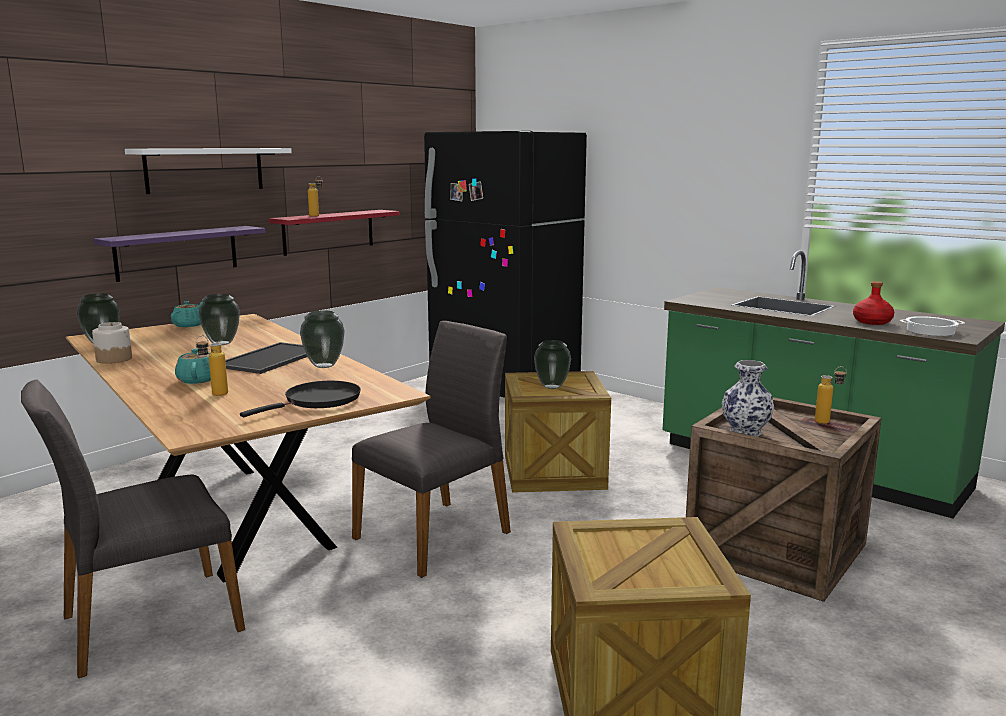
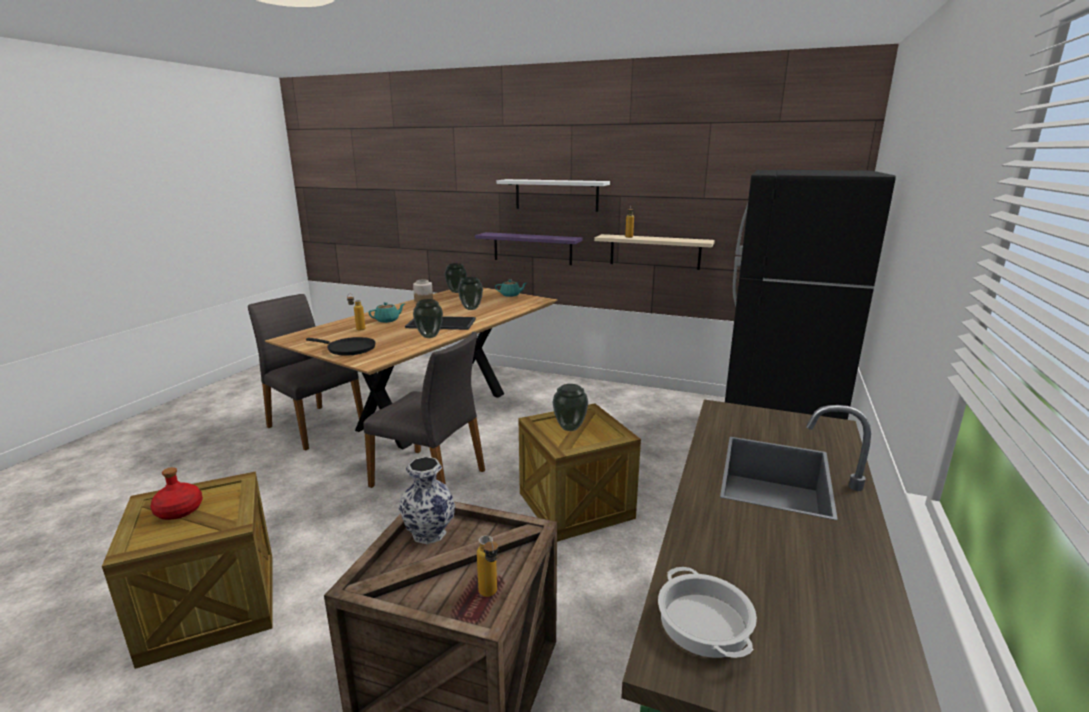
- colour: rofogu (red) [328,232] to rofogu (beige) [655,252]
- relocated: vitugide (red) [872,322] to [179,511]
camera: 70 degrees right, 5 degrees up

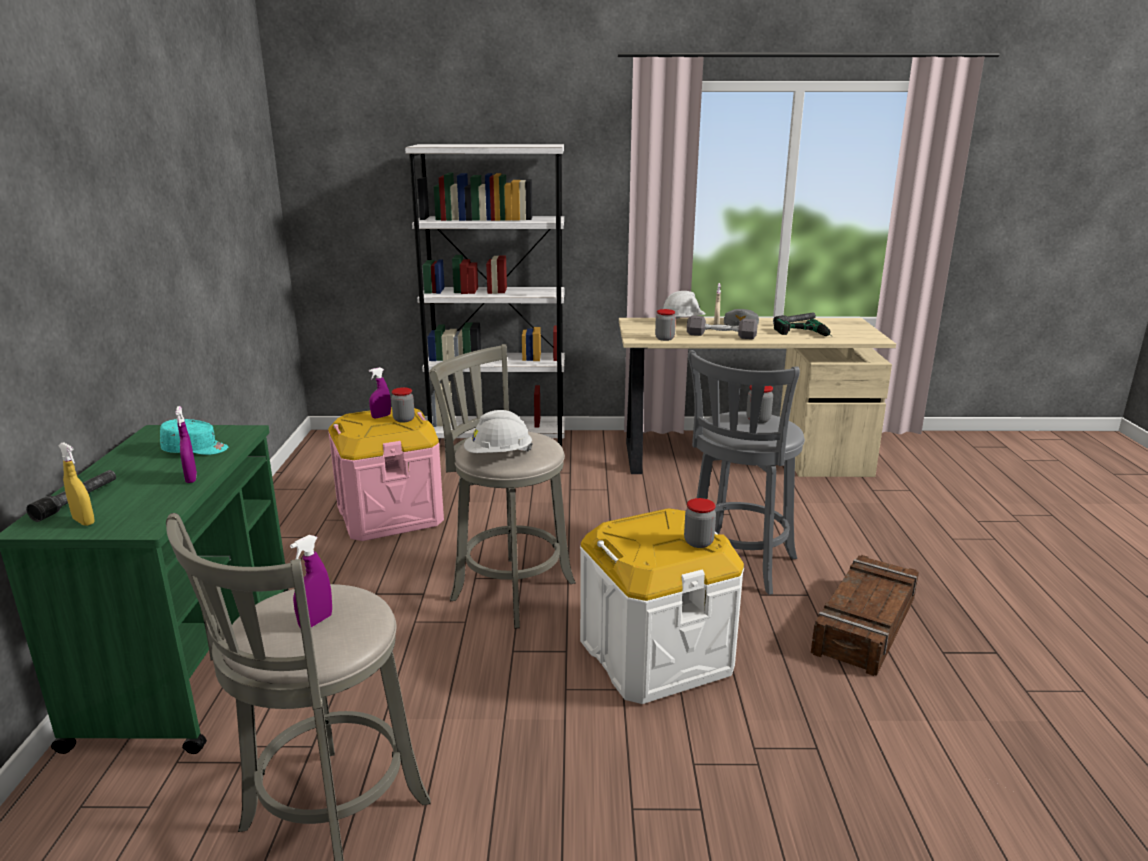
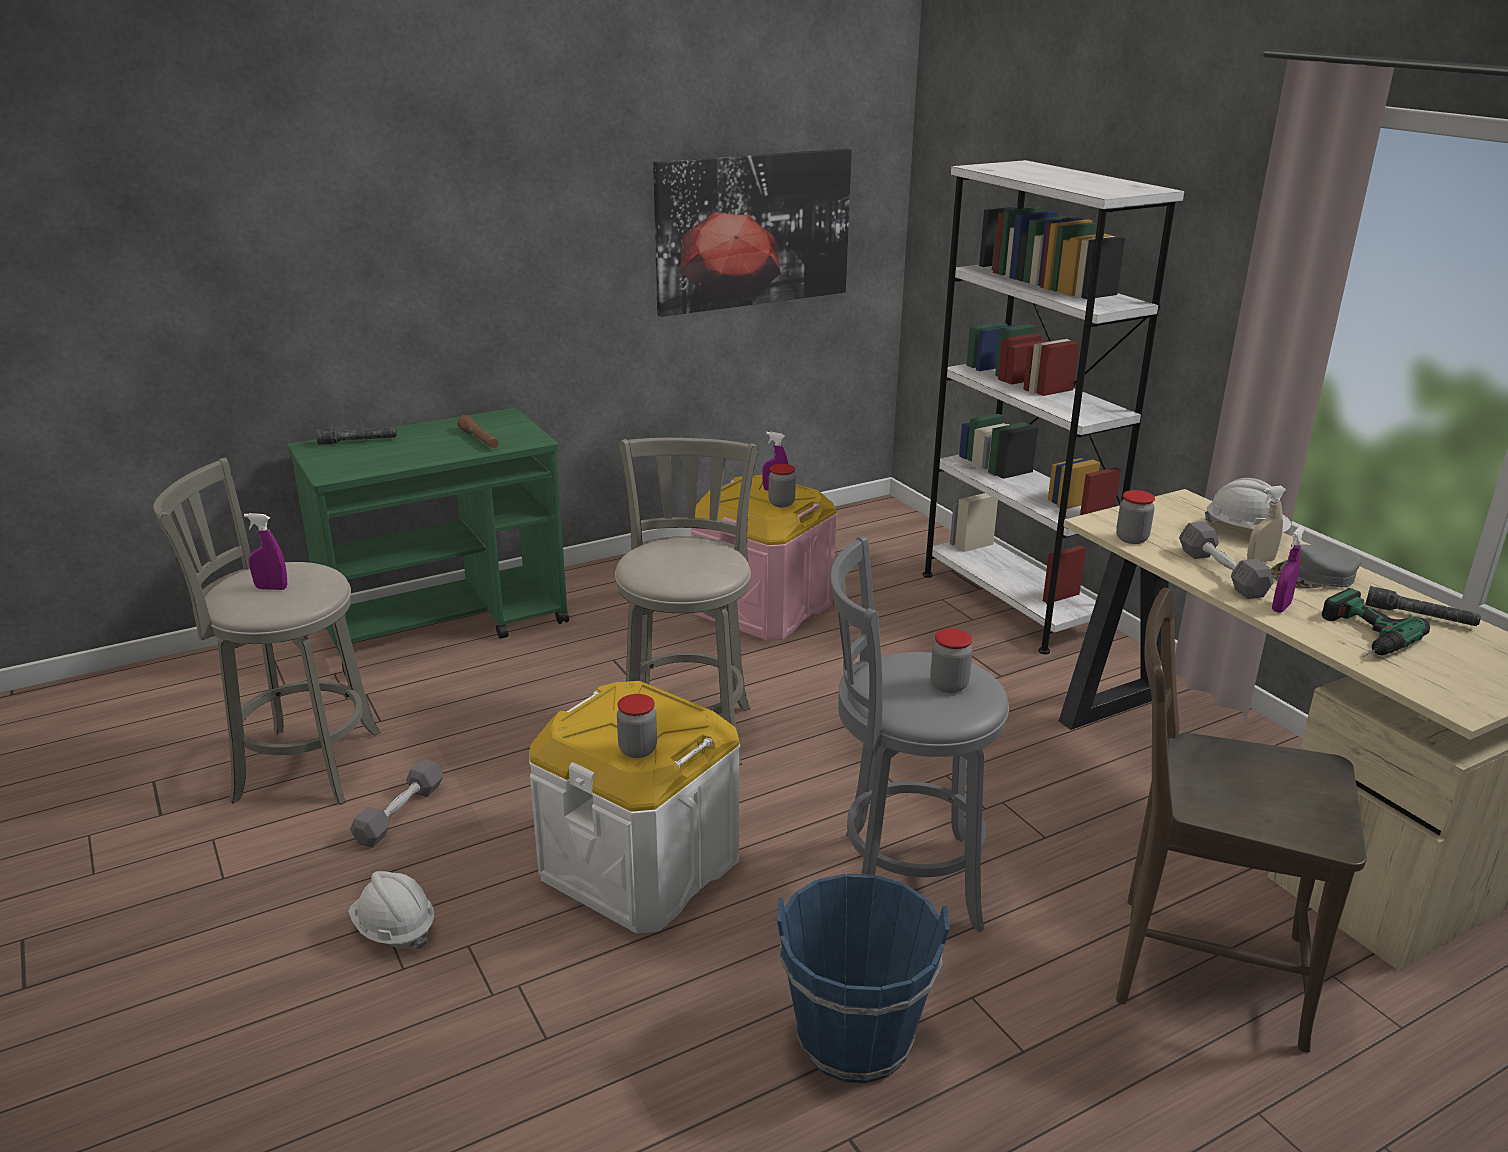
- missing: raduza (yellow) [84,521]
- exchanged: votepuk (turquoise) [195,450] to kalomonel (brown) [479,439]
- relocated: raduza (purple) [191,478] to [1281,607]
- relocated: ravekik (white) [498,455] to [394,929]
- exchanged: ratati [866,625] to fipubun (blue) [854,1039]
- appeared: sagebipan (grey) [400,813]
- appeared: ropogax [753,230]
- appeared: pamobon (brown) [1197,966]
camera: 60 degrees right, 5 degrees up

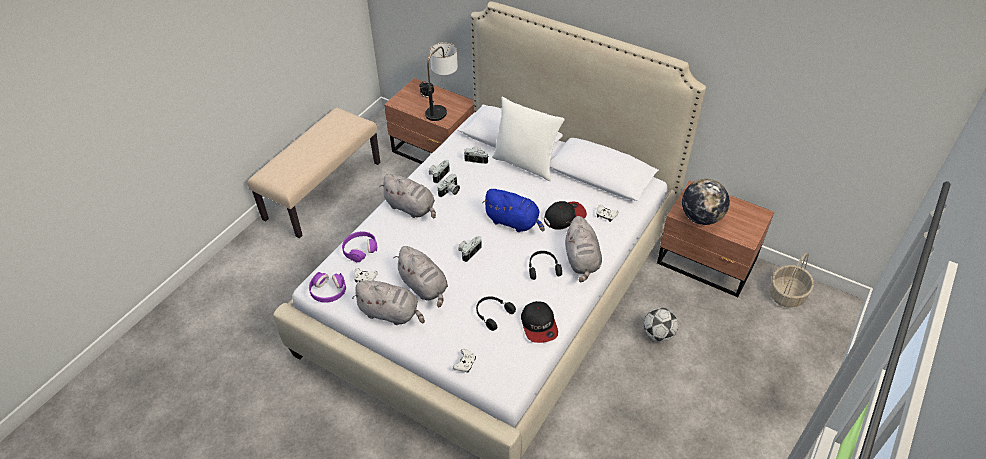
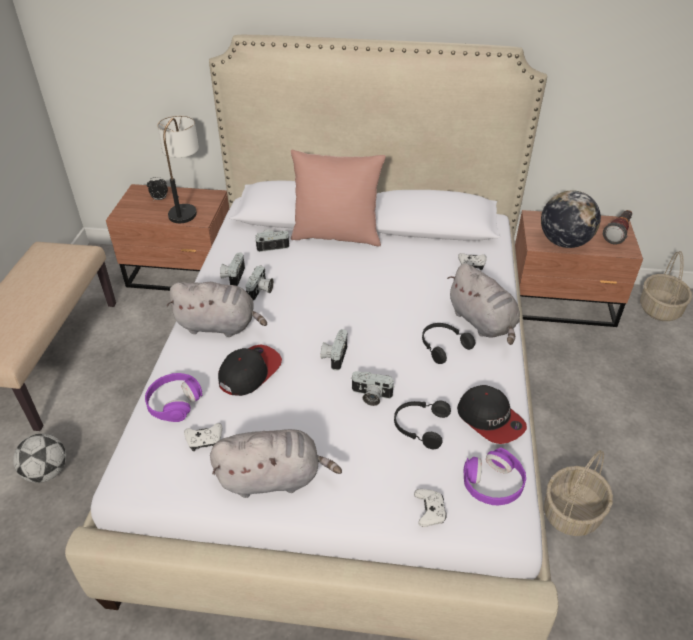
- relocated: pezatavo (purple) [328,291] to [493,483]
- missing: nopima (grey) [424,287]
- missing: nopima (blue) [514,222]
- colour: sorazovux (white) [525,164] to sorazovux (pink) [336,236]
- relocated: votepuk [564,216] to [249,372]
- relocated: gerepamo [658,334] to [47,472]
- appeared: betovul [370,396]
- appeared: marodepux [572,513]
- appeared: kalomonel [618,233]
camera: 25 degrees left, 5 degrees down

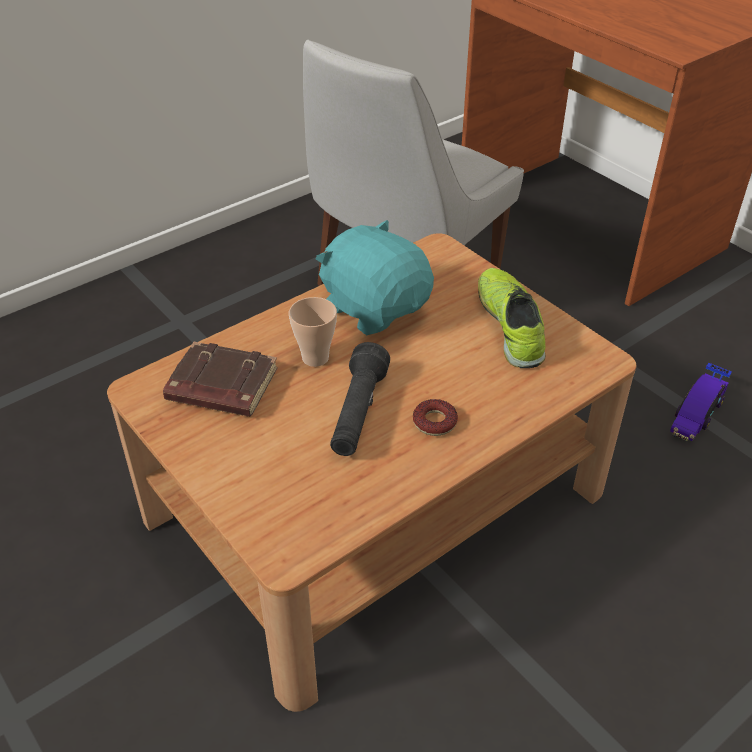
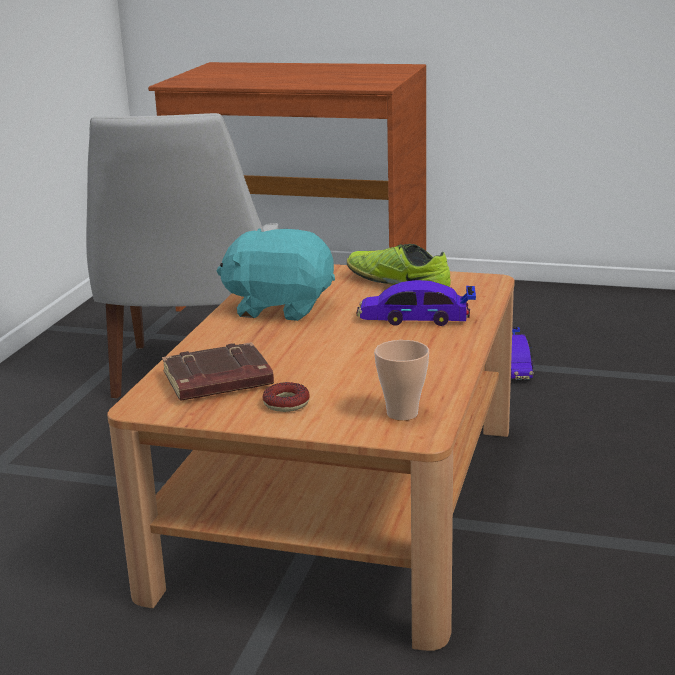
- relocated: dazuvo [315,358] to [402,413]
- missing: kalomonel (black) [358,413]
- relocated: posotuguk [435,422] to [286,403]
- appeared: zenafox [415,318]
camera: 35 degrees left, 20 degrees down

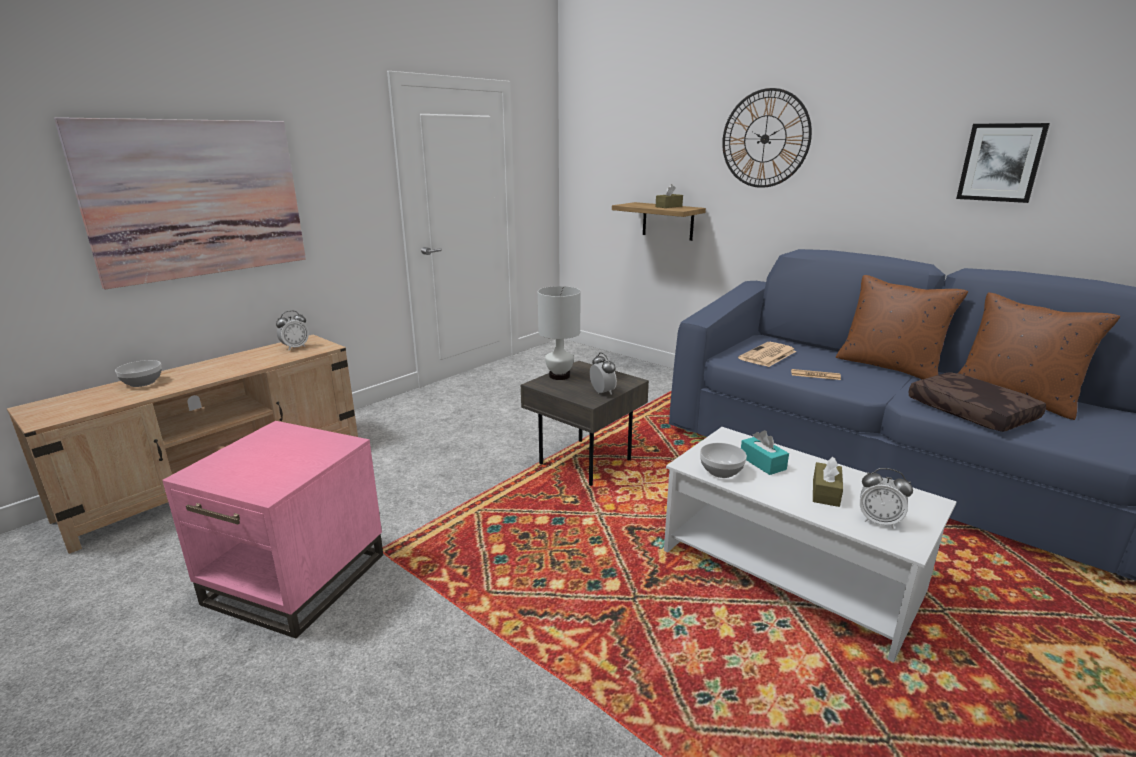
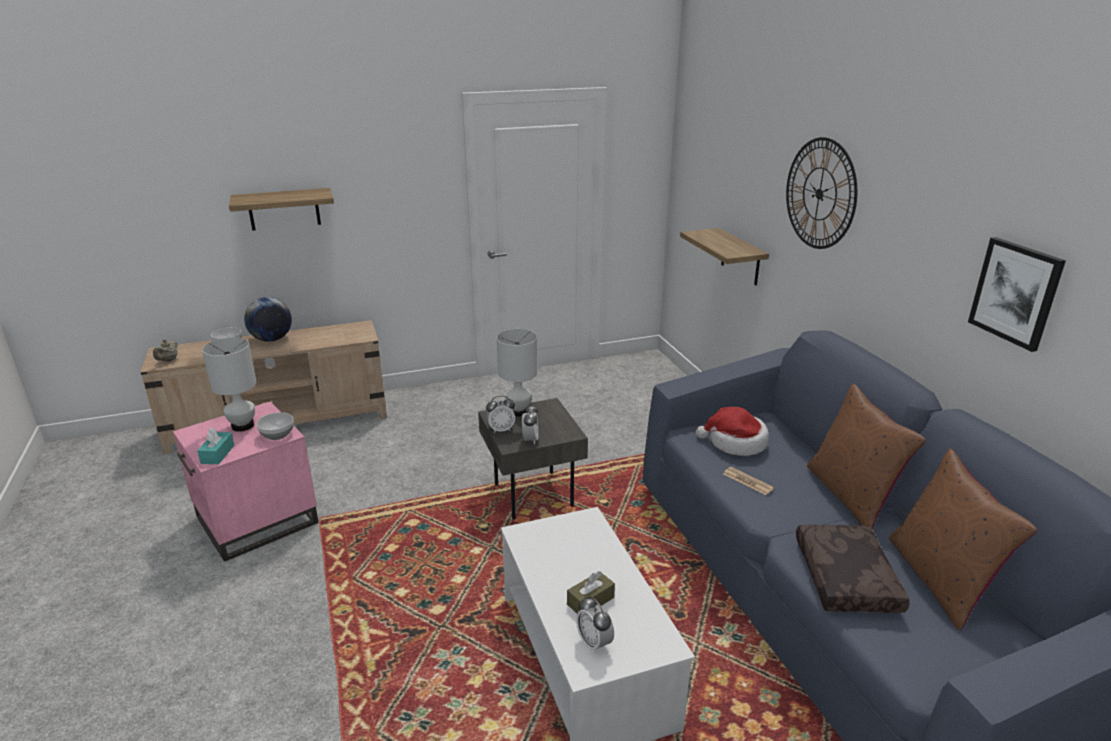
- exchanged: ropogax [197,199] to rofogu [284,209]
- relocated: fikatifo [295,347] to [501,429]
- missing: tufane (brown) [668,206]
- relocated: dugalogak [722,471] to [277,435]
- exchanged: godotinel [767,355] to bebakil [735,443]
- relocated: tufane (turquoise) [762,463] to [217,454]
- appeared: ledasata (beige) [168,360]
- appeared: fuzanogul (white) [242,426]
- appeared: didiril [272,339]
camera: 30 degrees right, 5 degrees up

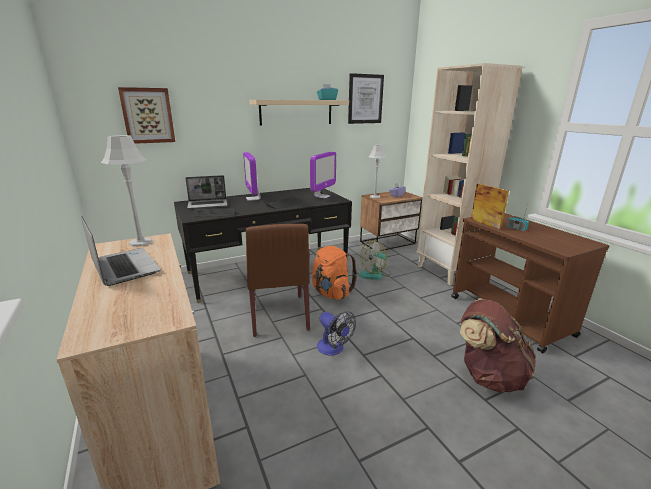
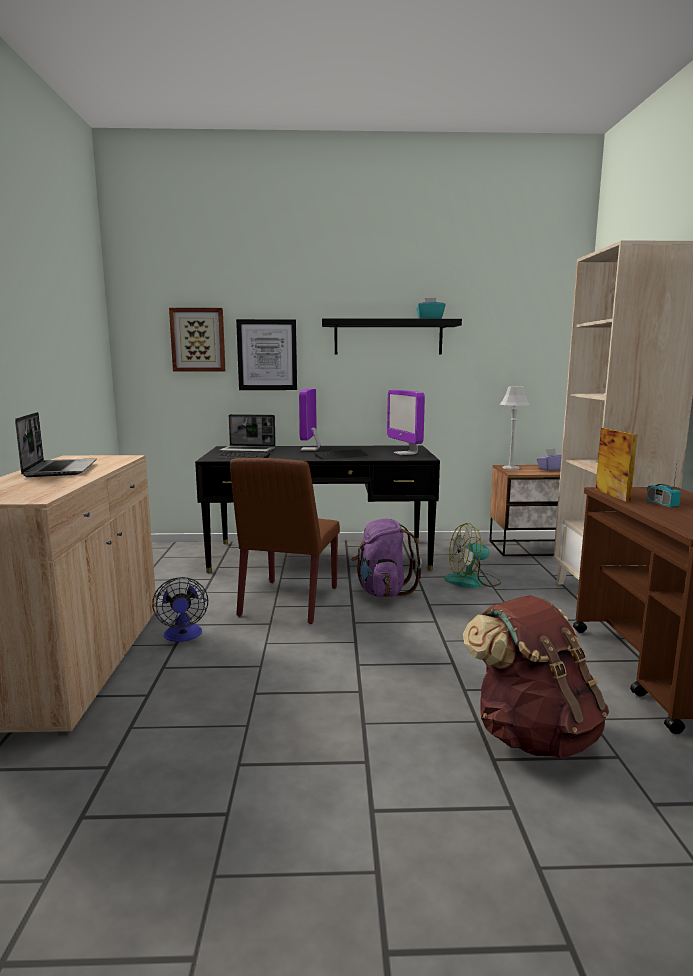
- missing: fuzanogul (grey) [140,242]
- colour: rofogu (beige) [296,112] to rofogu (black) [388,337]
- spun: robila [322,196] = [405,453] 105 degrees clockwise
- colour: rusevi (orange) [331,293] to rusevi (purple) [382,591]
- relocated: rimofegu [333,349] to [183,636]
- relocated: ropogax [365,99] to [267,355]
camera: 25 degrees right, 10 degrees down

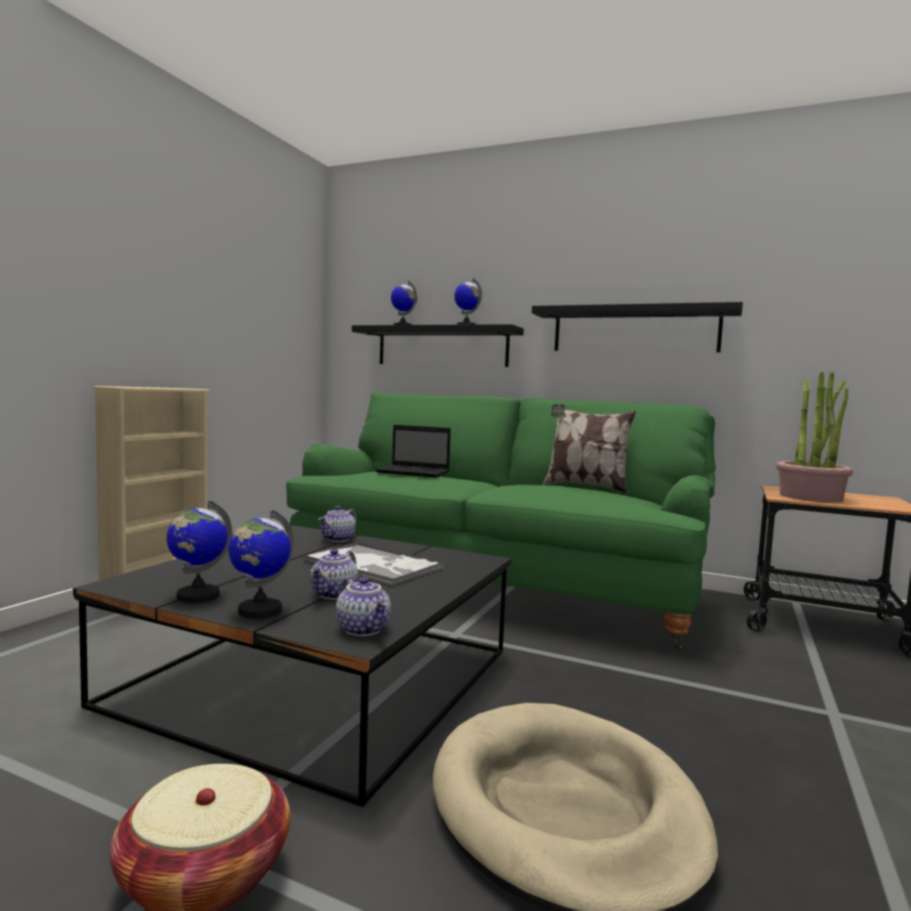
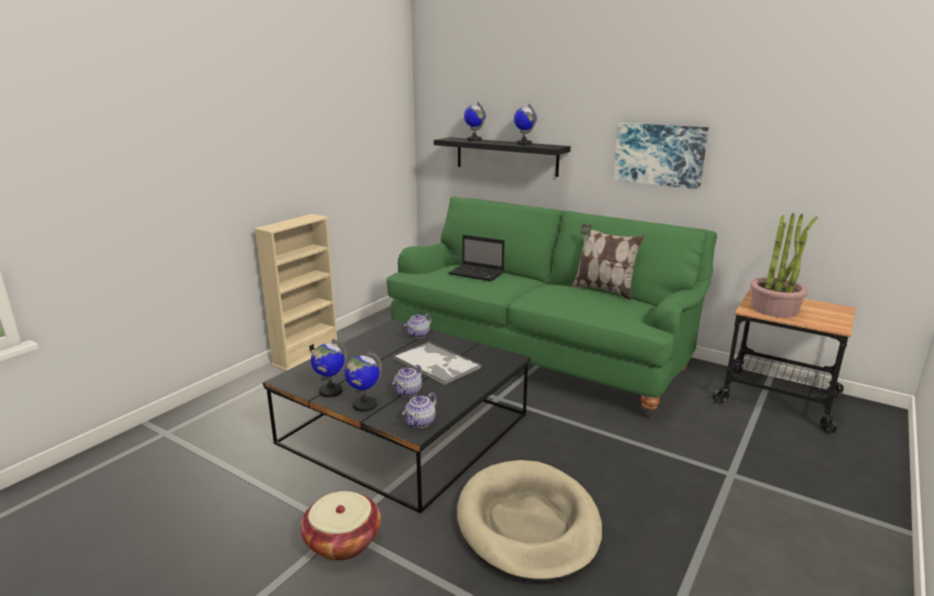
- spun: ledasata [364,629] = [420,423] 60 degrees clockwise
- exchanged: rofogu (black) [634,330] to ropogax [659,154]
camera: 10 degrees right, 15 degrees up

